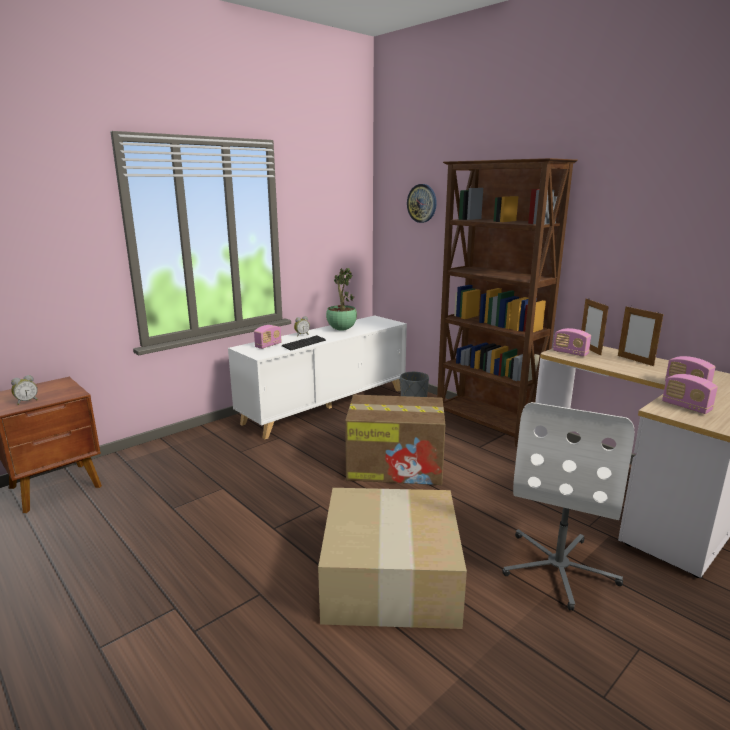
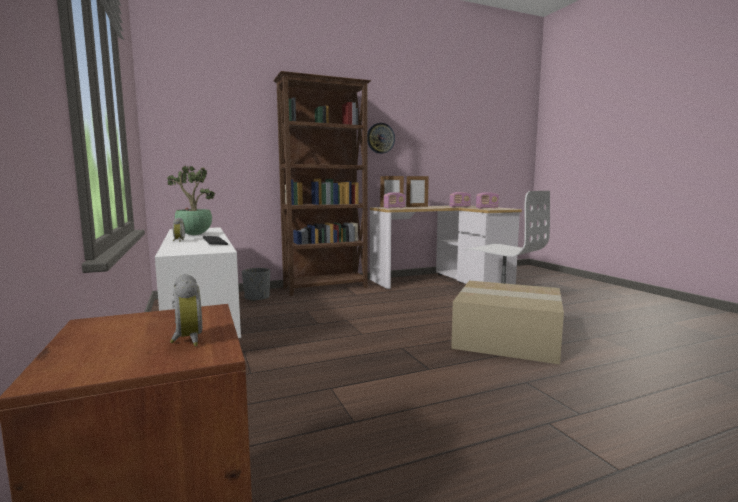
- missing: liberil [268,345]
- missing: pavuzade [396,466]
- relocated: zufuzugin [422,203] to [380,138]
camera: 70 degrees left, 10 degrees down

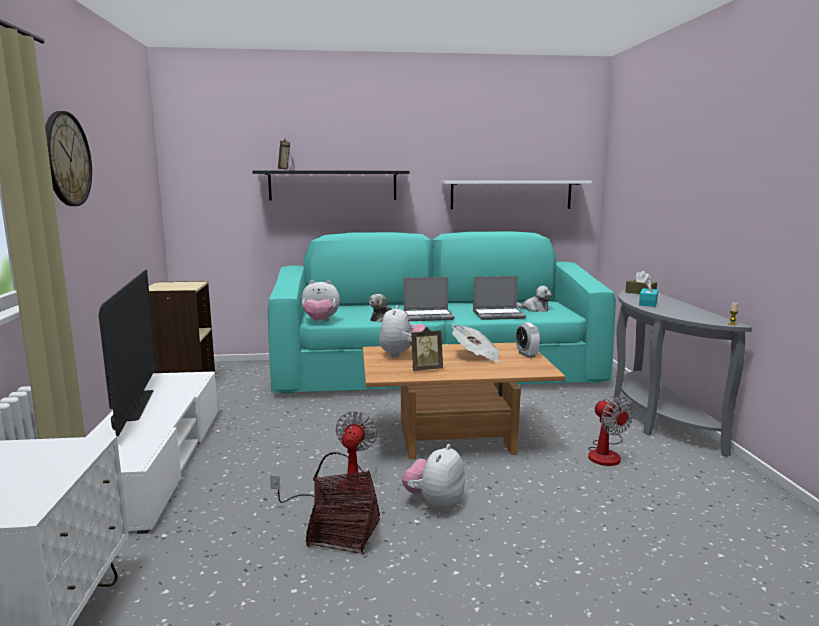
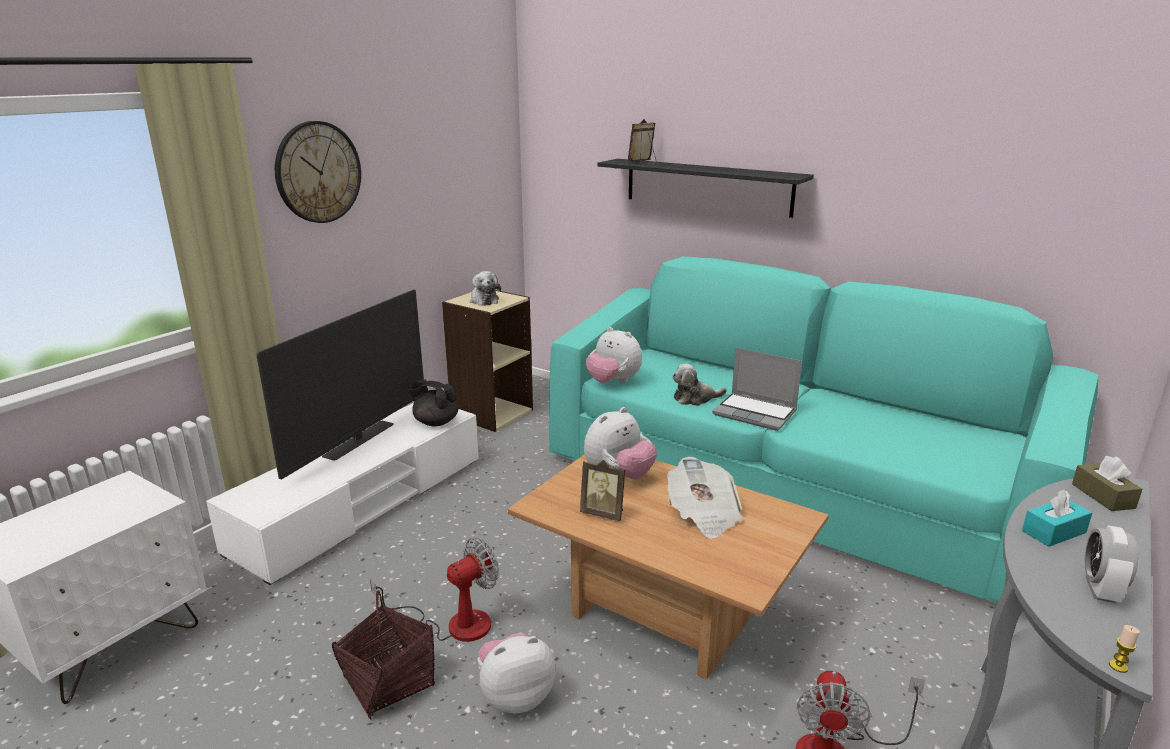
- missing: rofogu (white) [511,194]
- missing: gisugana [499,315]
- relocated: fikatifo [527,355] to [1100,589]
- relocated: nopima [534,309] to [483,300]
- appeared: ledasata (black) [435,422]
camera: 40 degrees right, 10 degrees up

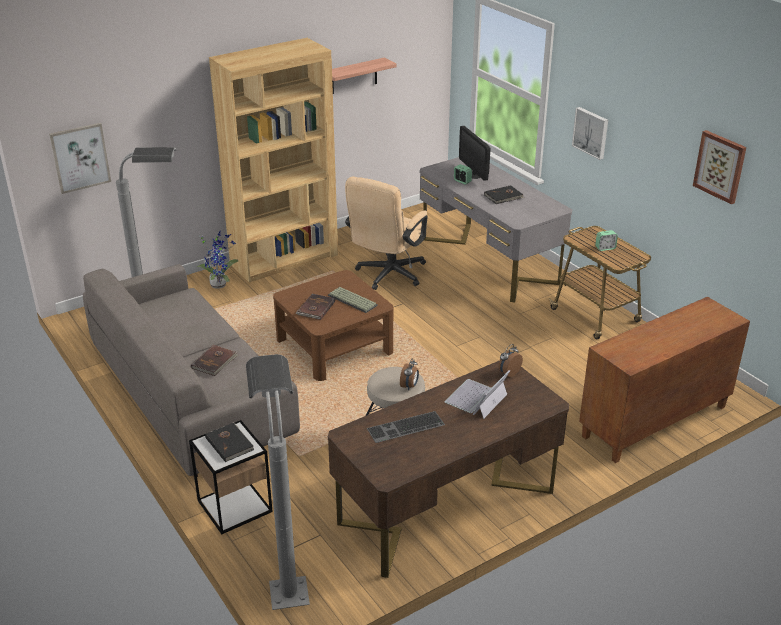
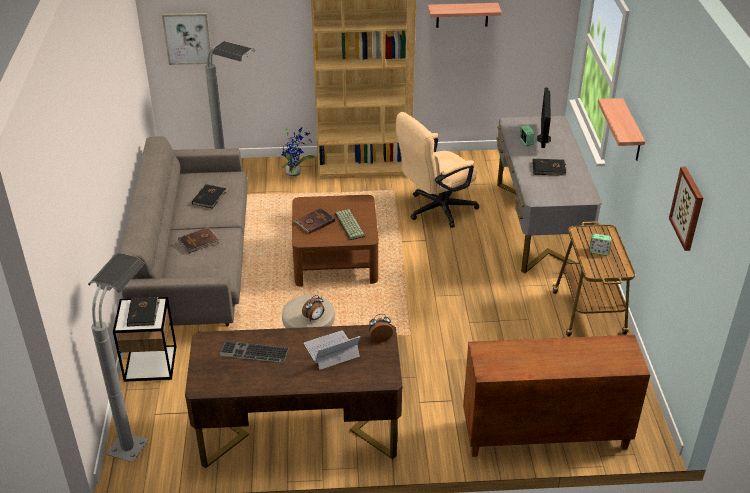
- exchanged: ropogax [591,132] to rofogu [631,131]
- appeared: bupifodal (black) [210,197]
camera: 30 degrees right, 5 degrees up

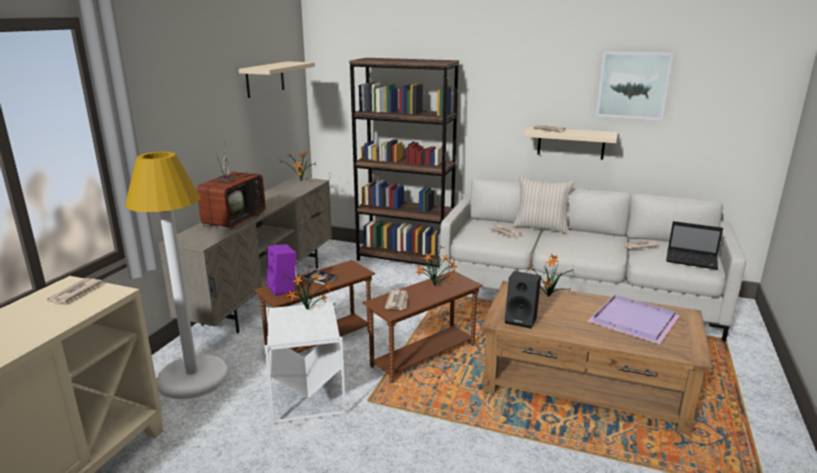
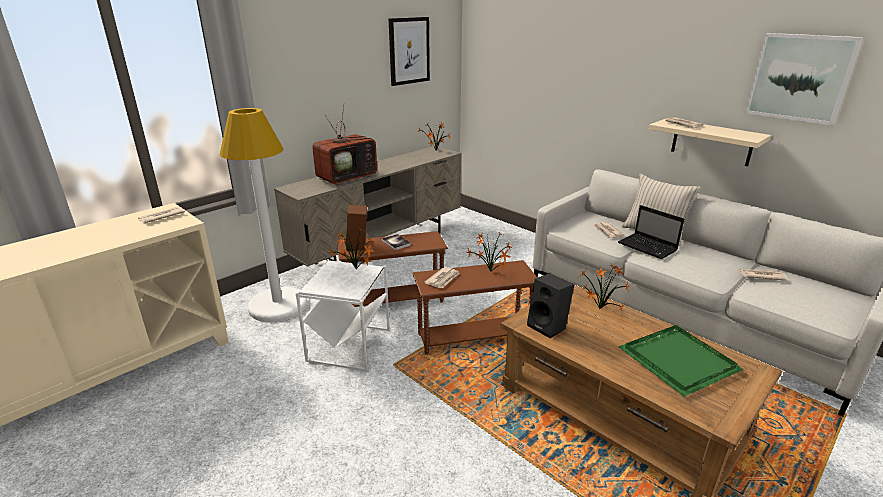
- exchanged: rofogu (beige) [265,79] to ropogax [409,51]
- colour: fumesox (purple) [284,289] to fumesox (brown) [358,246]
- missing: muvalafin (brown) [405,259]
- colour: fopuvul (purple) [632,320] to fopuvul (green) [677,359]
- relocated: gisugana [692,260] to [648,247]
camera: 25 degrees right, 5 degrees up

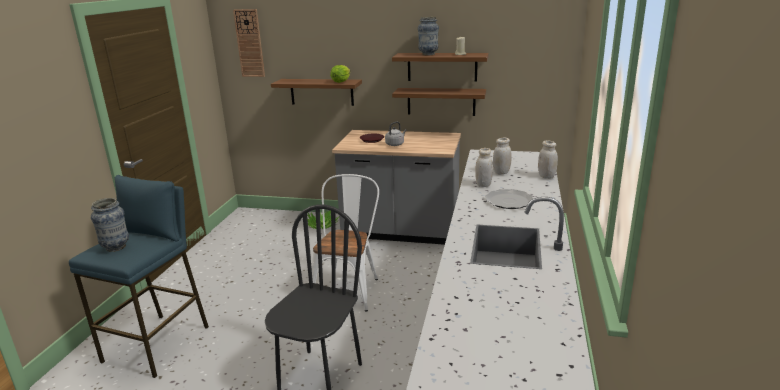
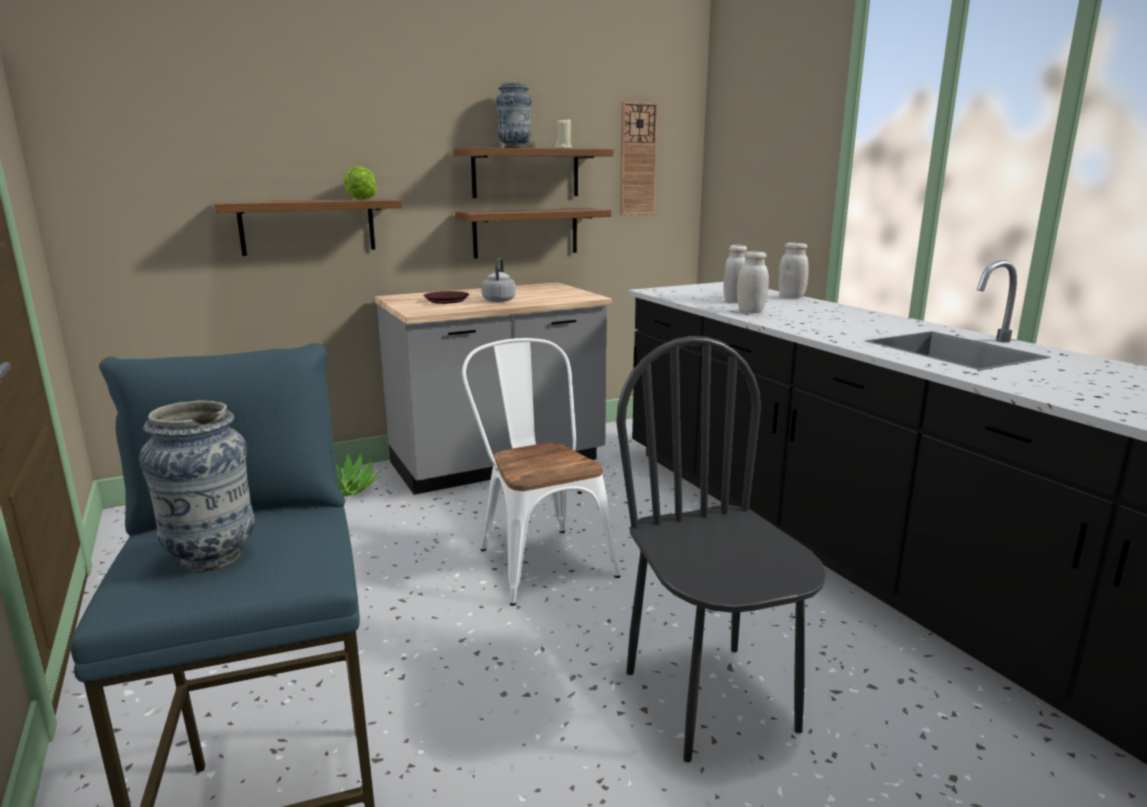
- relocated: zufuzugin [249,43] to [637,159]
- missing: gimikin [509,201]
camera: 40 degrees left, 5 degrees down

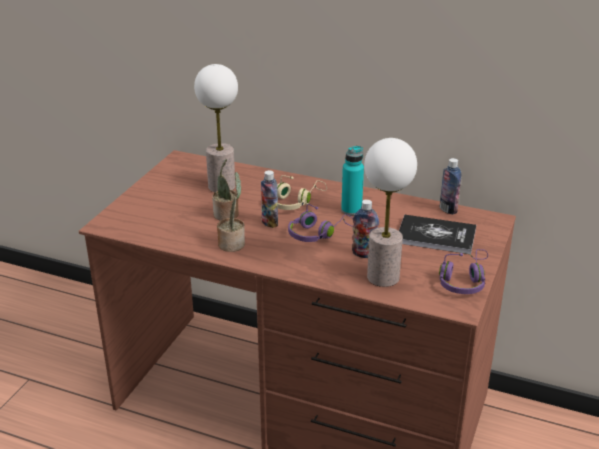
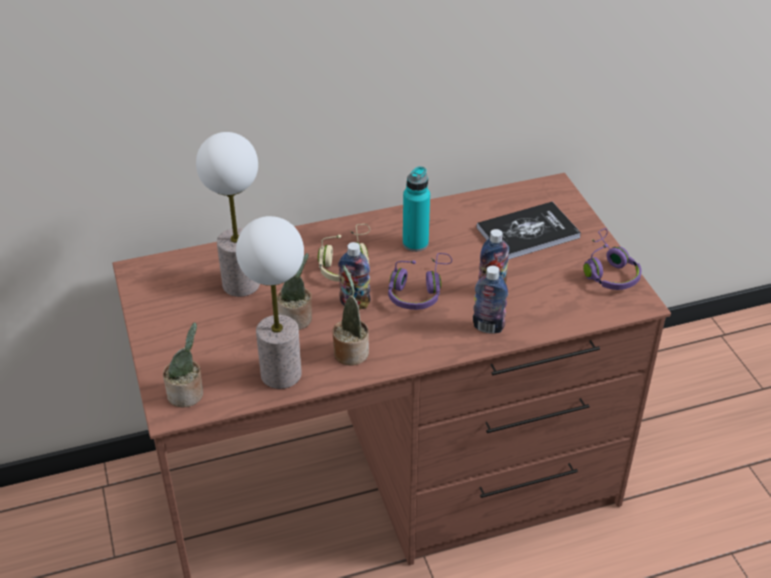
- relocated: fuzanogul [383,277] to [280,373]
- relocated: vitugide [448,209] to [488,327]
- appeared: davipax [188,394]
camera: 40 degrees left, 10 degrees up

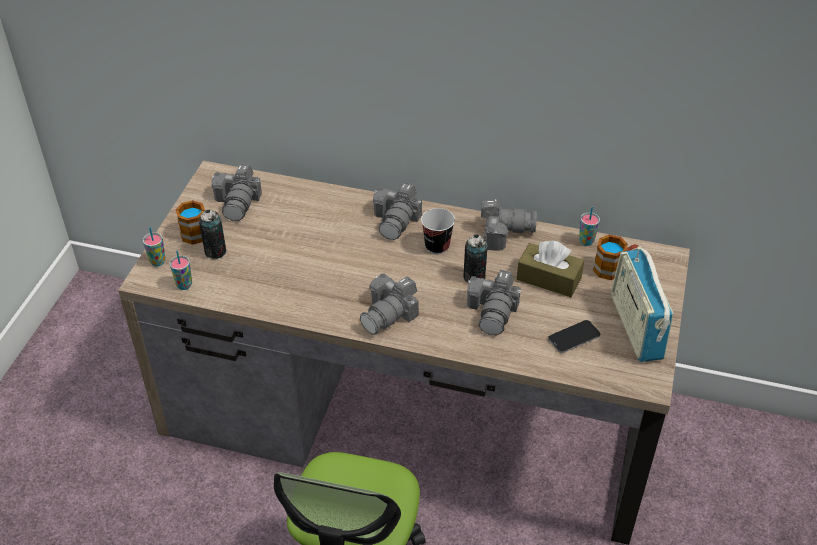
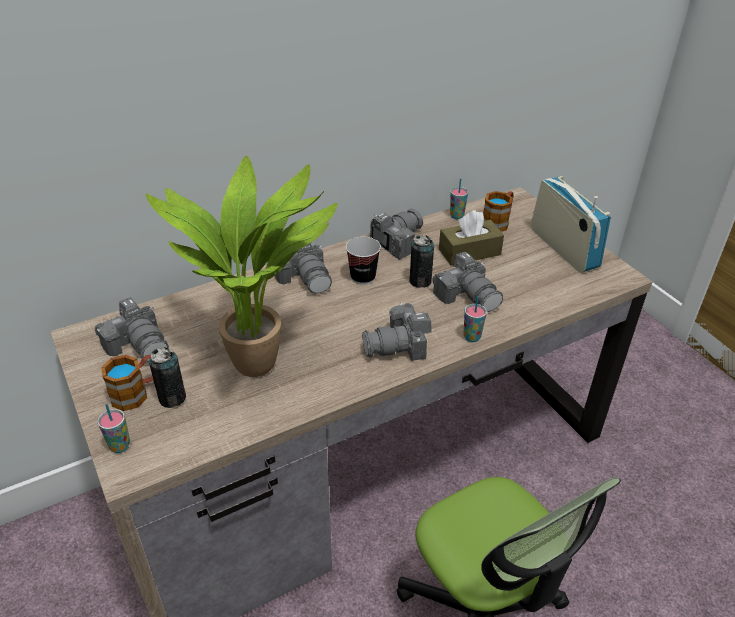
- relocated: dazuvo [184,285] to [472,337]
- spun: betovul [389,314] = [399,346] 75 degrees clockwise
- missing: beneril [574,337]
- spun: liberil [636,327] = [563,248] 150 degrees counterclockwise
- appeared: davipax [261,361]
camera: 45 degrees left, 5 degrees down

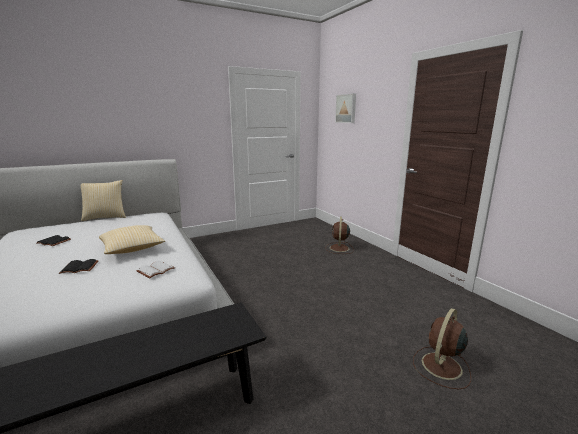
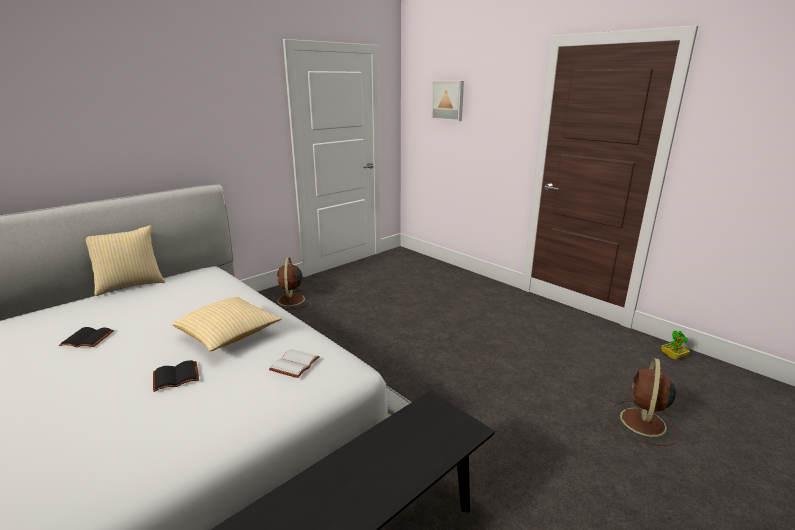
- relocated: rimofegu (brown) [339,248] to [291,300]
- appeared: davipax [673,356]
camera: 15 degrees left, 5 degrees up

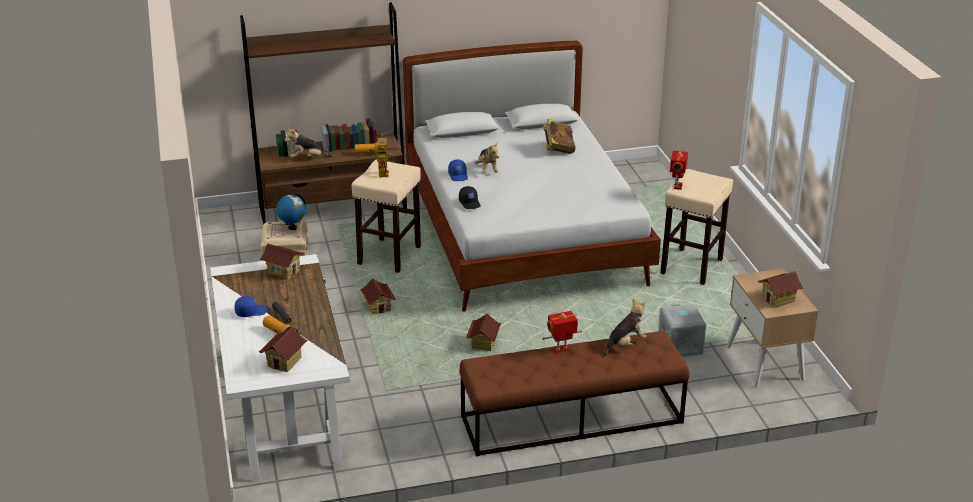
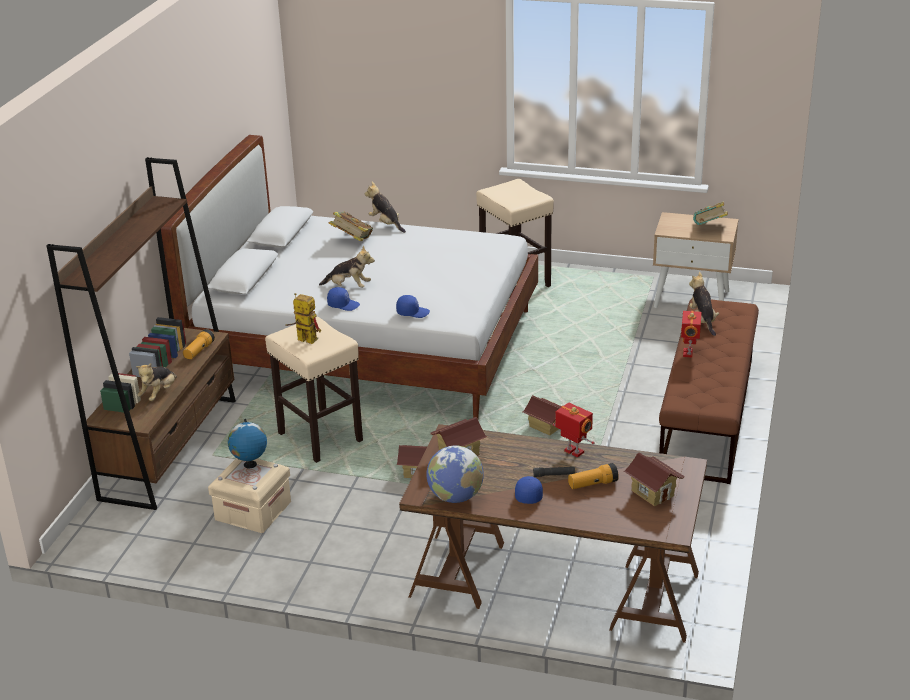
- colour: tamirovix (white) [282,404] to tamirovix (brown) [553,585]
- colour: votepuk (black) [470,203] to votepuk (blue) [413,312]
- missing: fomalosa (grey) [681,346]
- relocated: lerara [677,186] to [573,452]
- exchanged: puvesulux [778,300] to bupifodal [709,228]
- appeared: nopima [386,224]
- appeared: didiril [455,497]
camera: 60 degrees left, 0 degrees up

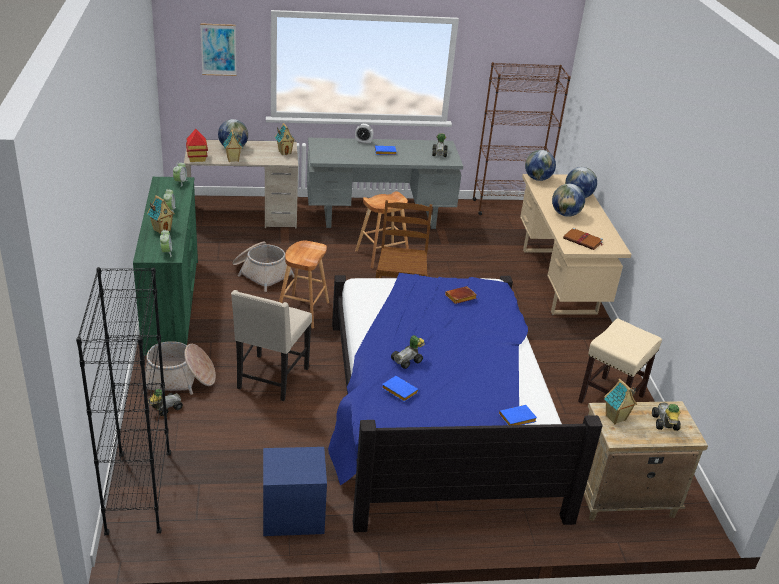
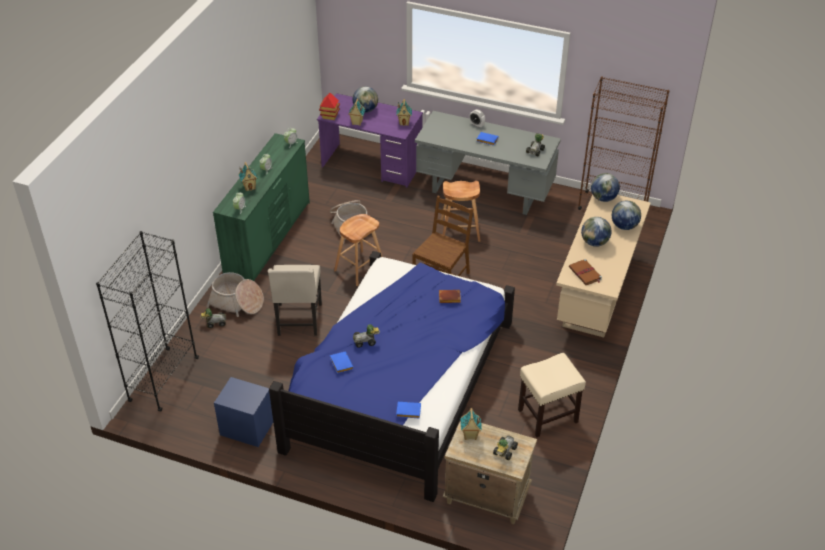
- colour: tamirovix (beige) [243,216] to tamirovix (purple) [372,165]
- missing: ropogax [218,49]
- spun: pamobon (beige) [271,379] = [299,320] 45 degrees counterclockwise
camera: 30 degrees right, 10 degrees up

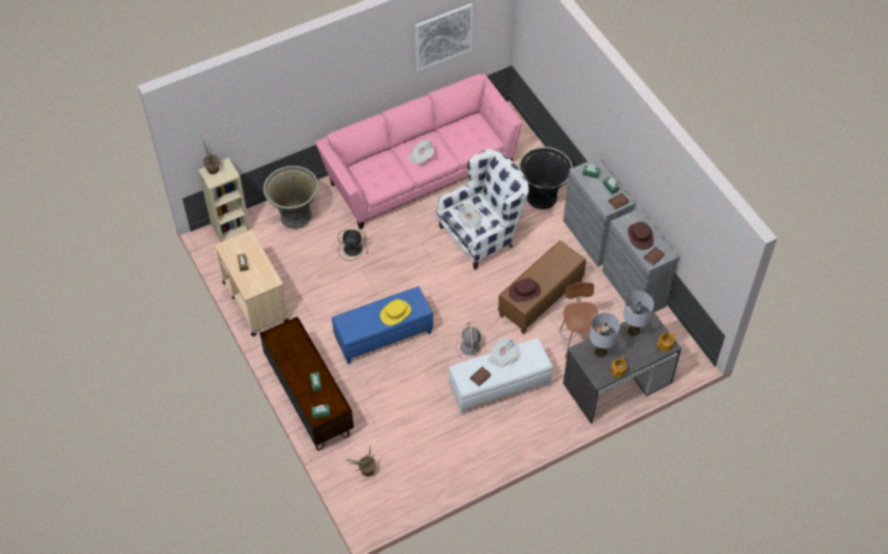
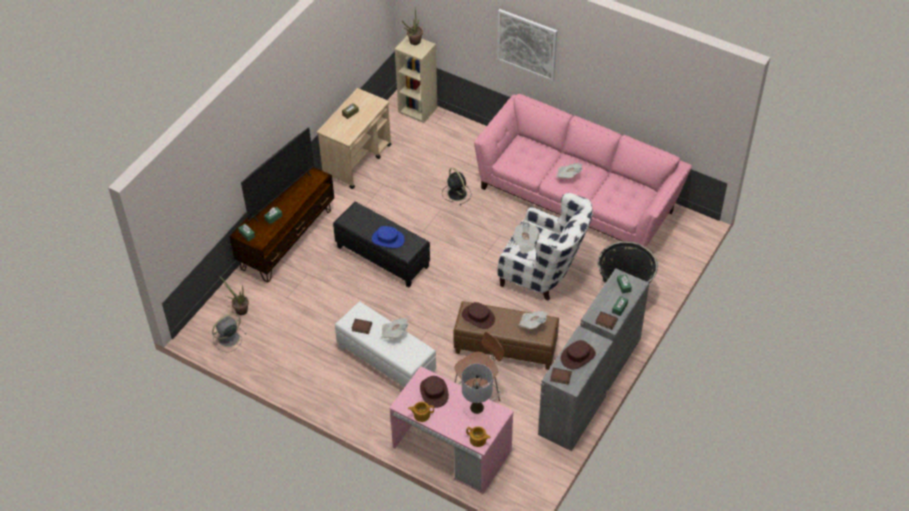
- missing: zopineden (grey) [295,216]
- colour: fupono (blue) [383,336] to fupono (black) [382,257]
- colour: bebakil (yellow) [395,313] to bebakil (blue) [388,239]
- relocated: ropogax [443,36] to [527,44]
- relocated: rimofegu (grey) [470,348] to [228,339]
- colour: tamirovix (grey) [617,383] to tamirovix (pink) [451,449]
- exchanged: fuzanogul (grey) [600,352] to bebakil (brown) [434,392]
- appeared: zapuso [281,196]
- appeared: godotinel [532,323]
camera: 60 degrees right, 5 degrees down

